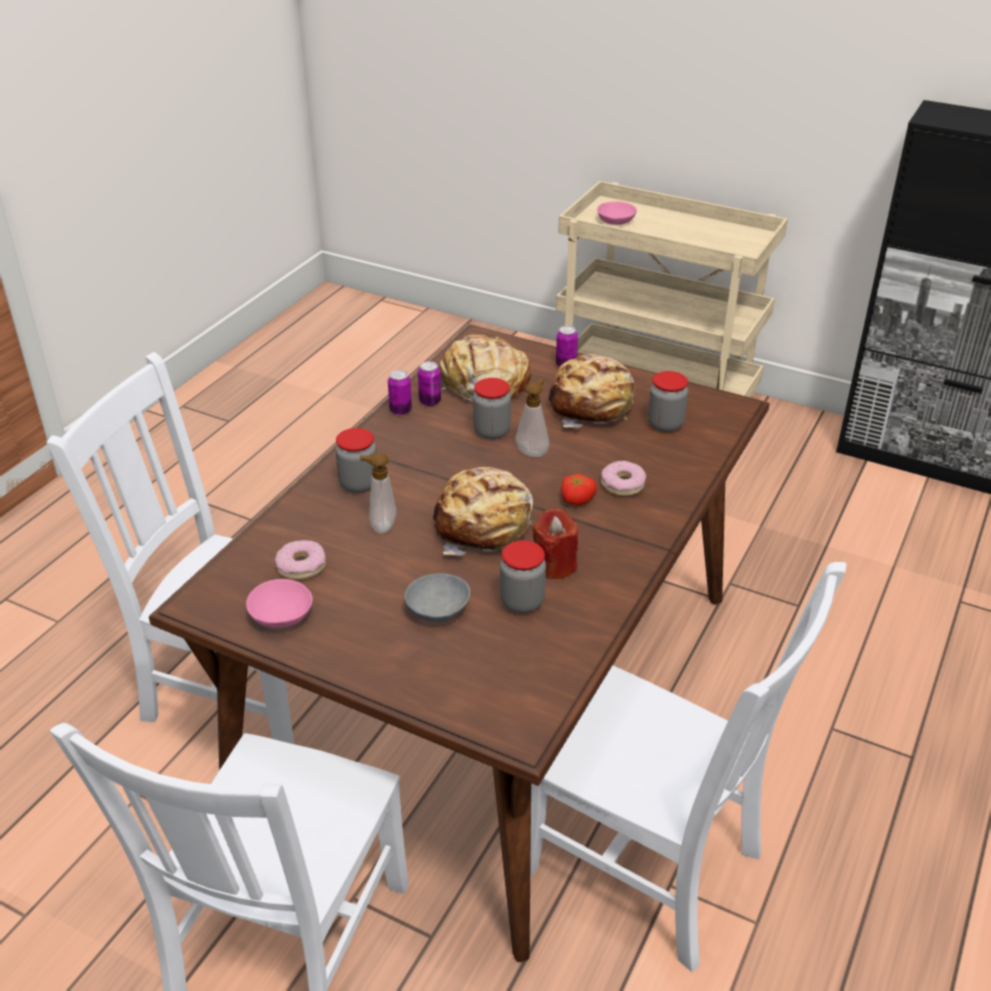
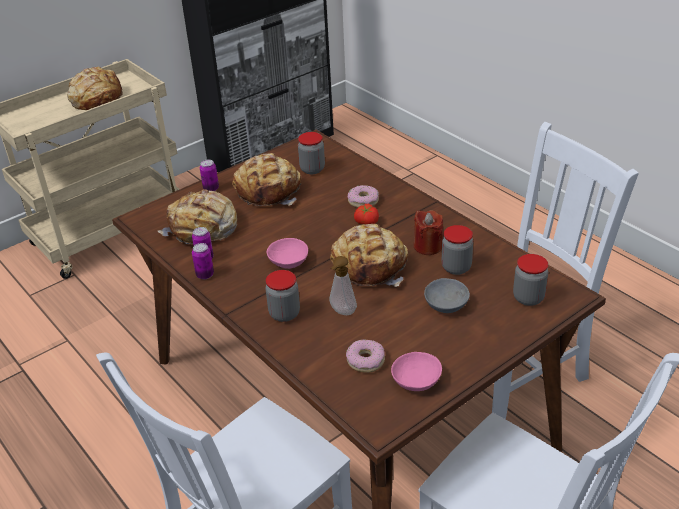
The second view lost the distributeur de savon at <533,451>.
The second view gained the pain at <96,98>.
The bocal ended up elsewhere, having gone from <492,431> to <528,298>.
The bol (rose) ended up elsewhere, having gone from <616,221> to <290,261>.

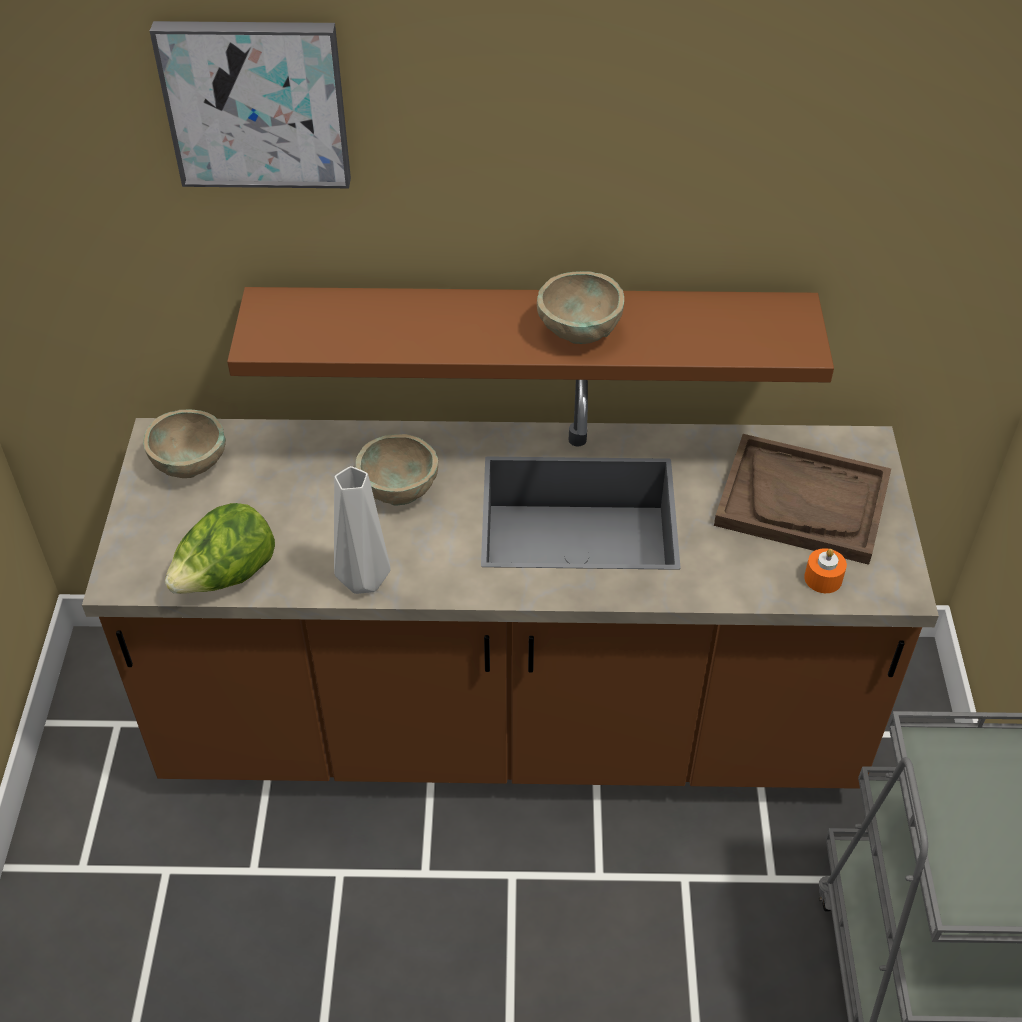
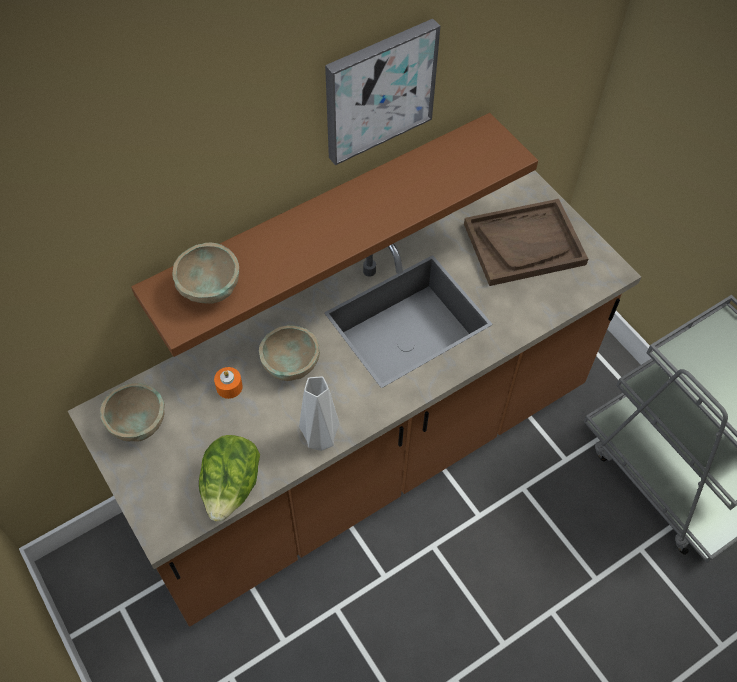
The tableau ended up elsewhere, having gone from <256,103> to <378,90>.
The bol (beige) ended up elsewhere, having gone from <578,333> to <209,290>.
The bougie (orange) ended up elsewhere, having gone from <823,578> to <229,387>.

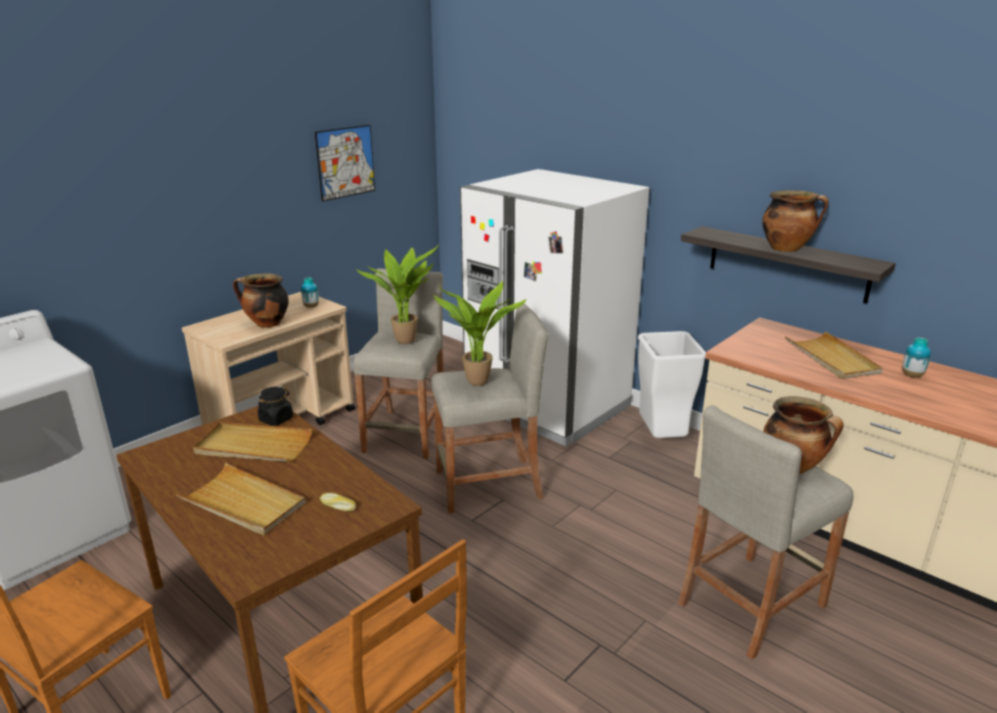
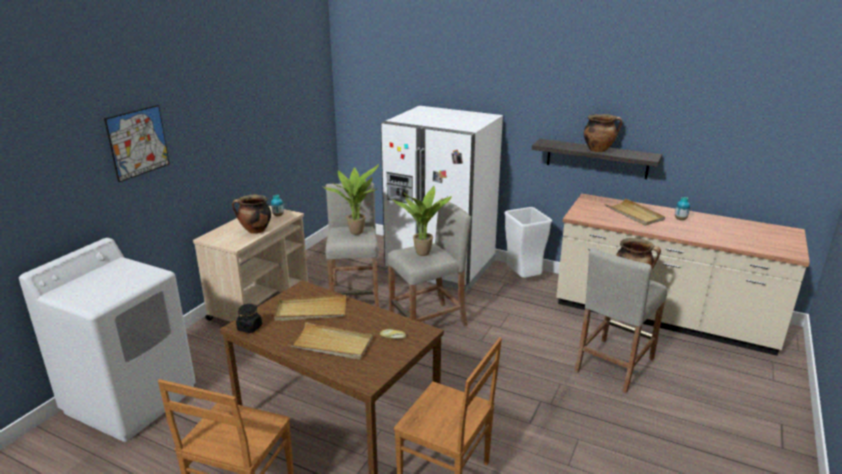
The bocal (noir) ended up elsewhere, having gone from <276,419> to <249,327>.
The tableau ended up elsewhere, having gone from <345,162> to <138,142>.

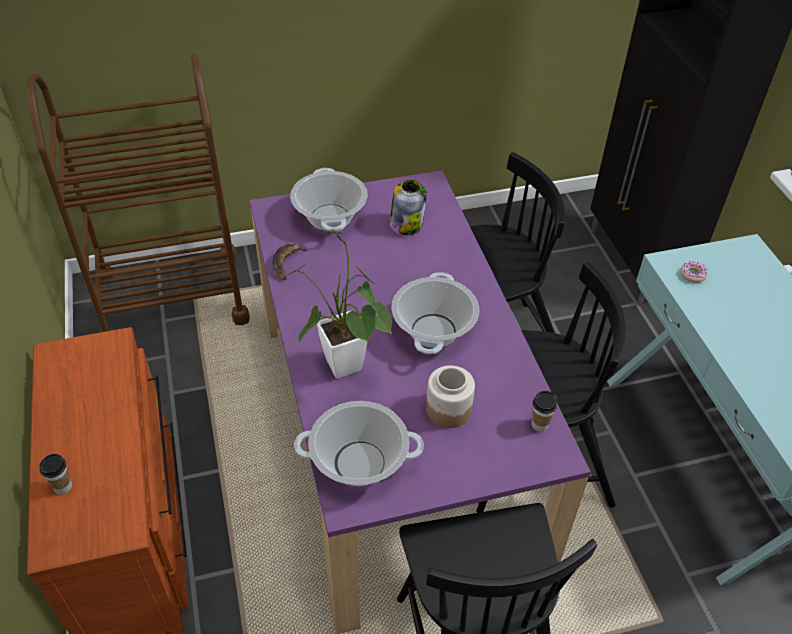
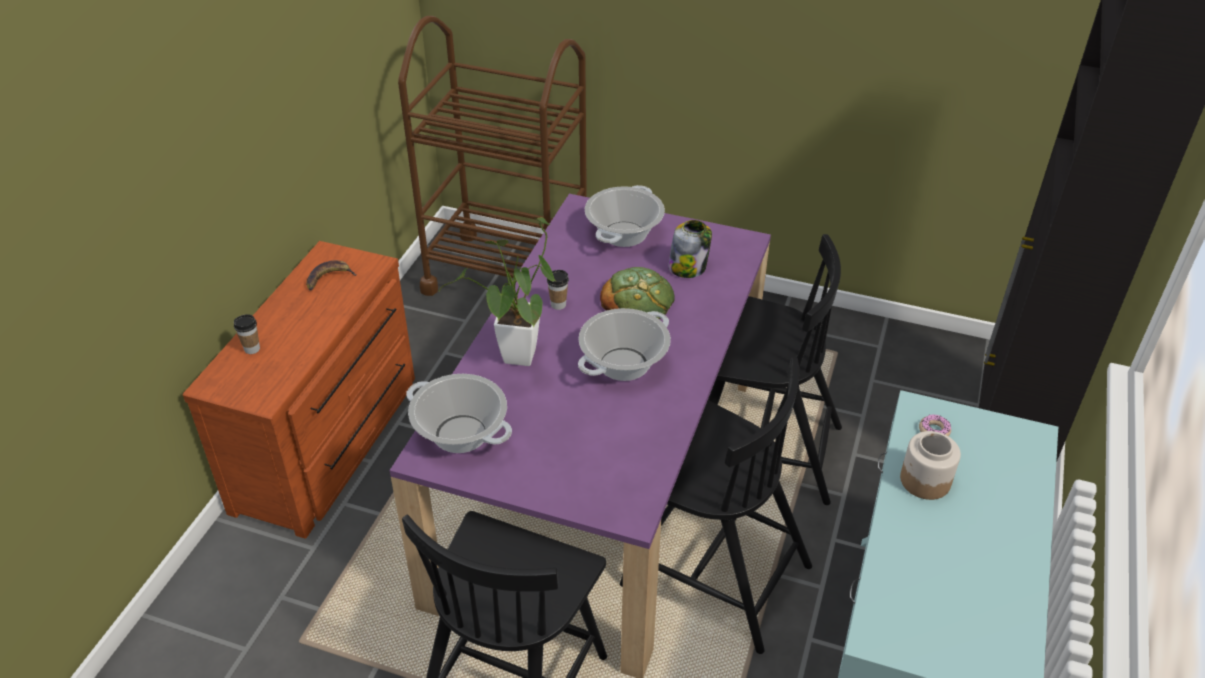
The second view gained the pain at <638,300>.
The banane ended up elsewhere, having gone from <287,263> to <329,278>.
The bocal ended up elsewhere, having gone from <448,409> to <924,480>.
The tasse ended up elsewhere, having gone from <539,425> to <558,305>.

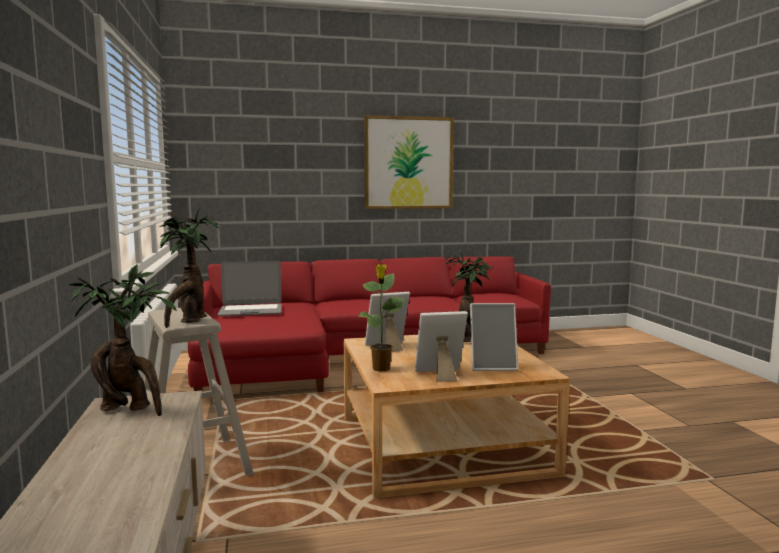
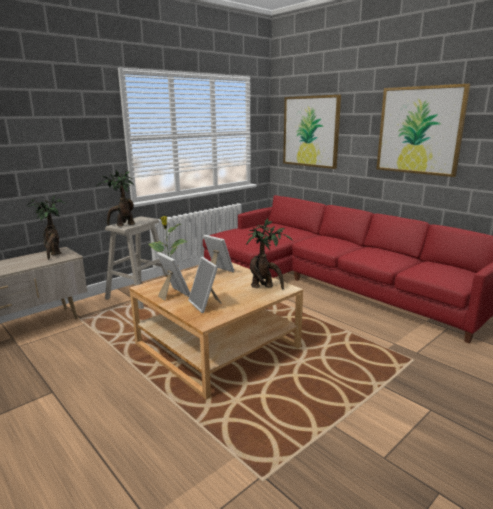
The second view lost the ordinateur portable at <251,311>.
The second view gained the tableau at <310,131>.

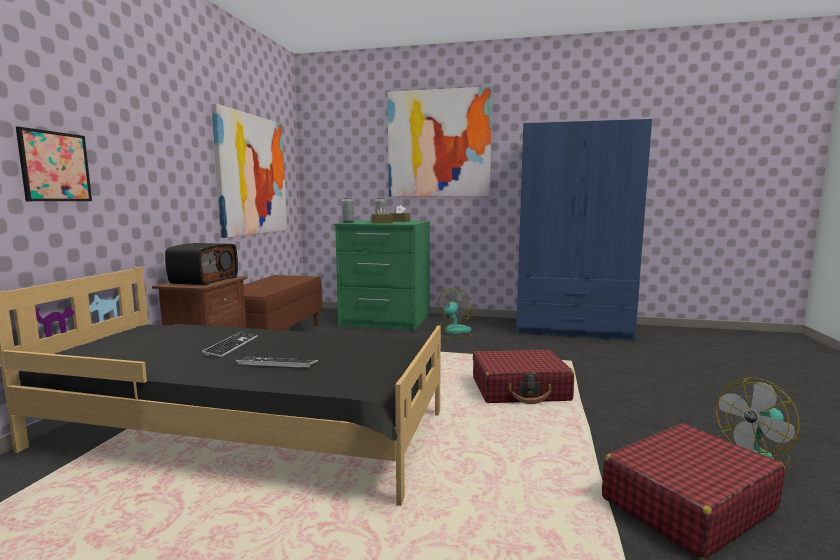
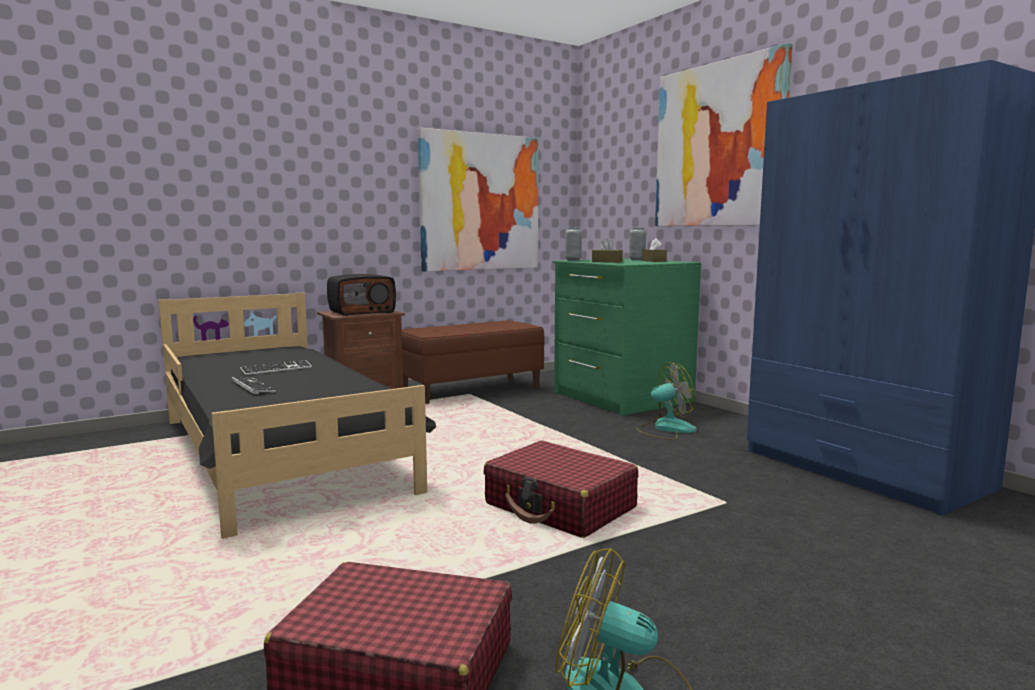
The second view lost the tableau at <55,166>.

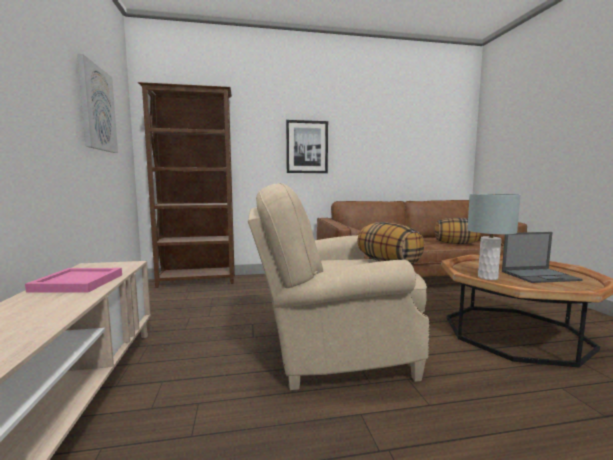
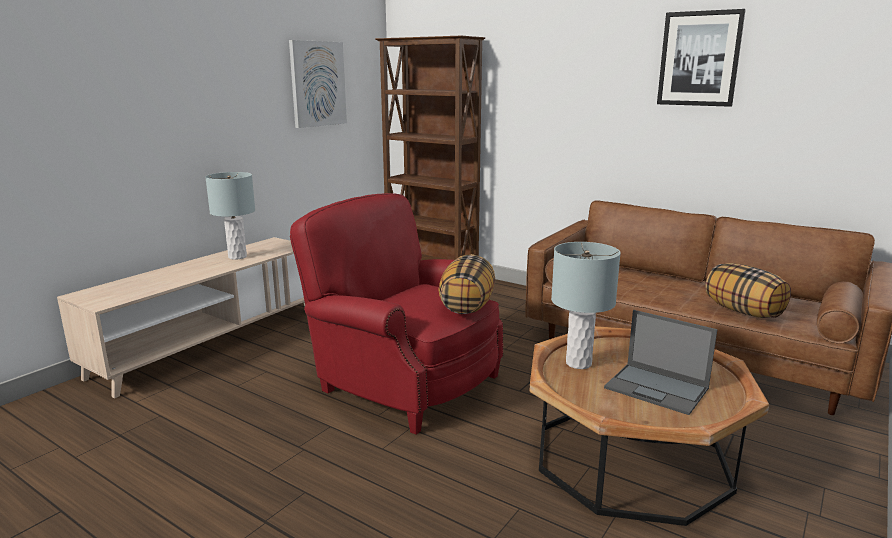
The tableau ended up elsewhere, having gone from <307,147> to <699,59>.
Where the plateau (rose) stood at <78,283>, the lampe de table (gris) came to stand at <237,257>.
What was the fauteuil (beige) at <331,351> turned into the fauteuil (rouge) at <403,381>.

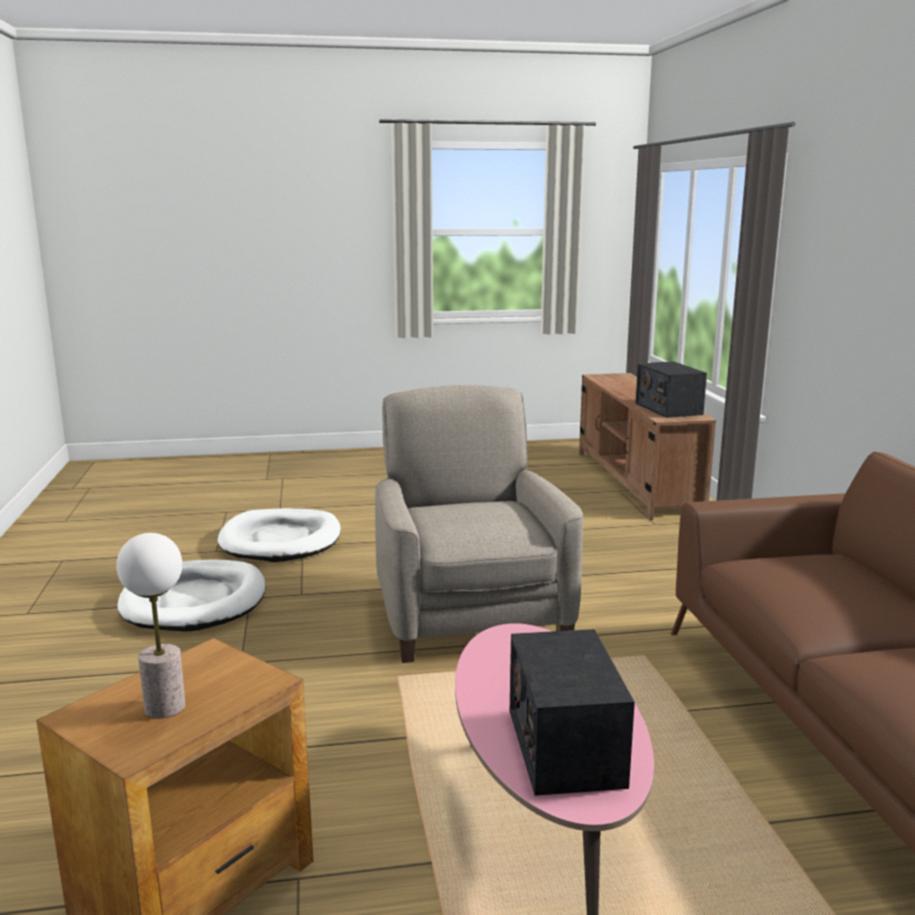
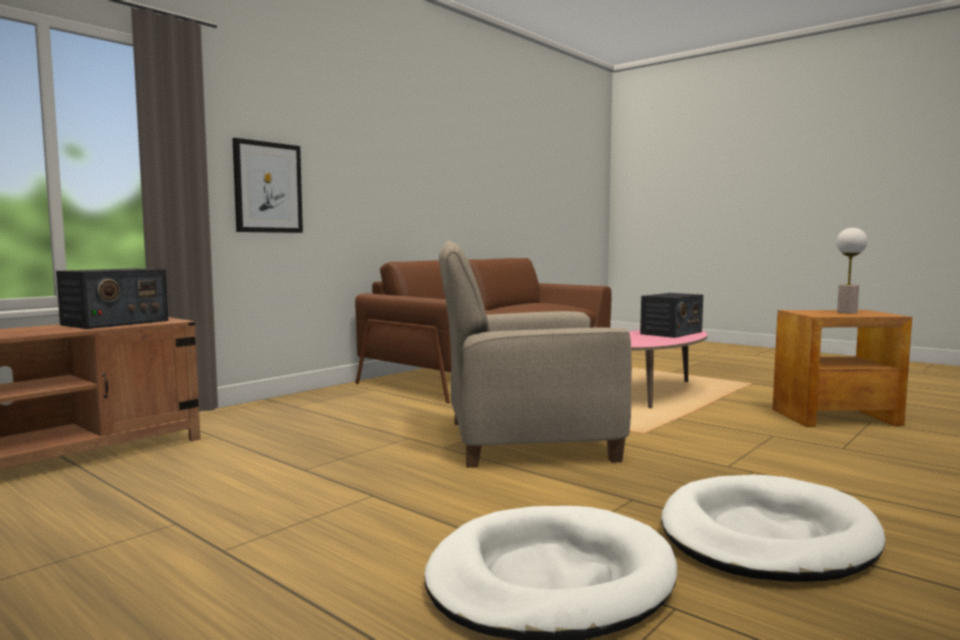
The second view gained the tableau at <268,187>.
The fauteuil (beige) at <470,615> ended up facing another way, 45 degrees clockwise from before.

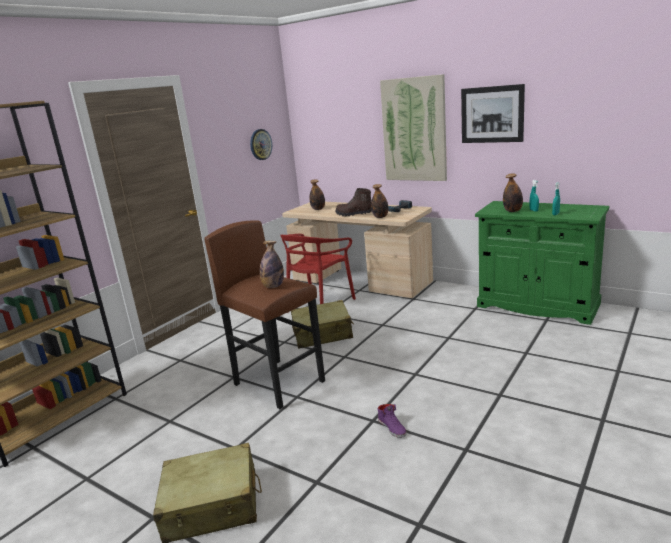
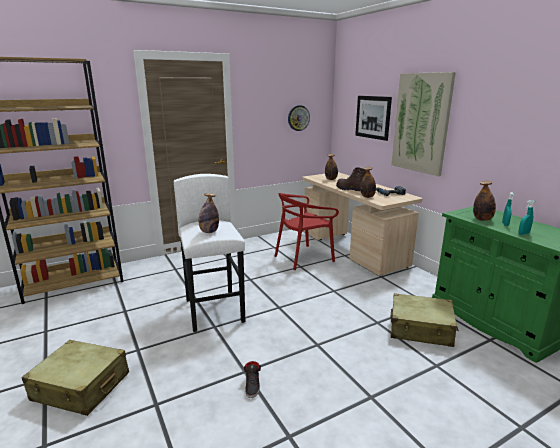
The valise (beige) ended up elsewhere, having gone from <322,334> to <421,329>.
The tableau ended up elsewhere, having gone from <492,114> to <373,117>.
What was the tabouret (marron) at <279,382> turned into the tabouret (blanc) at <214,310>.
What was the chaussure (violet) at <392,427> turned into the chaussure (noir) at <252,385>.

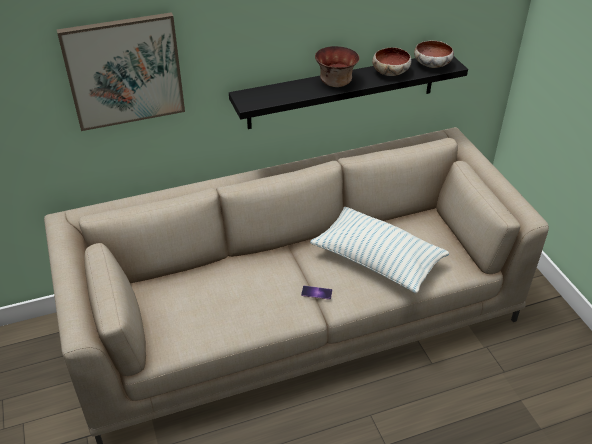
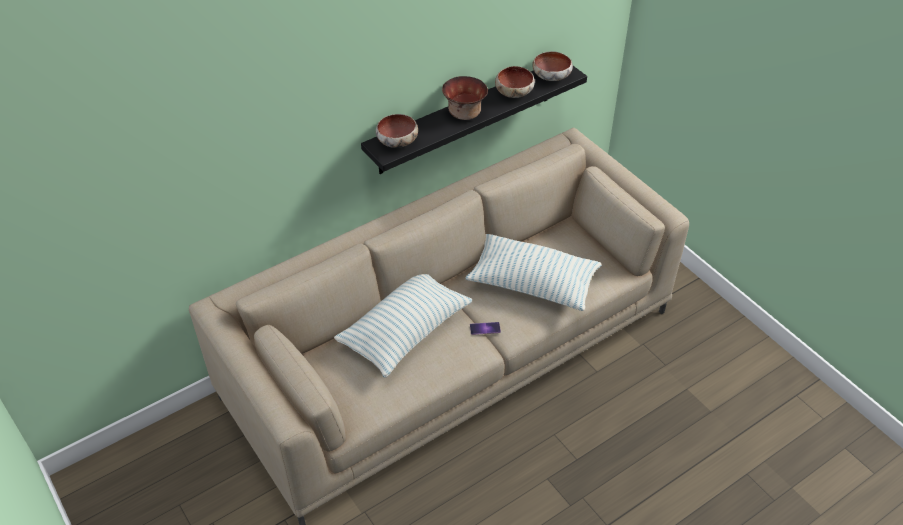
The second view lost the tableau at <124,71>.
The second view gained the coussin at <405,331>.
The second view gained the bol at <397,142>.

